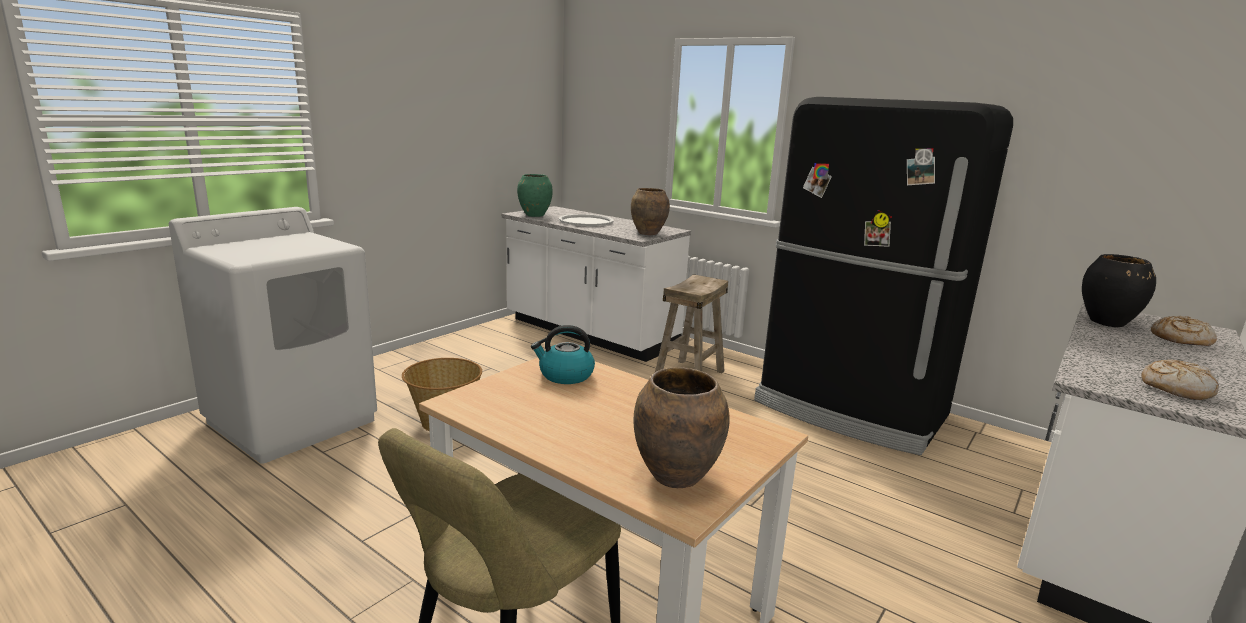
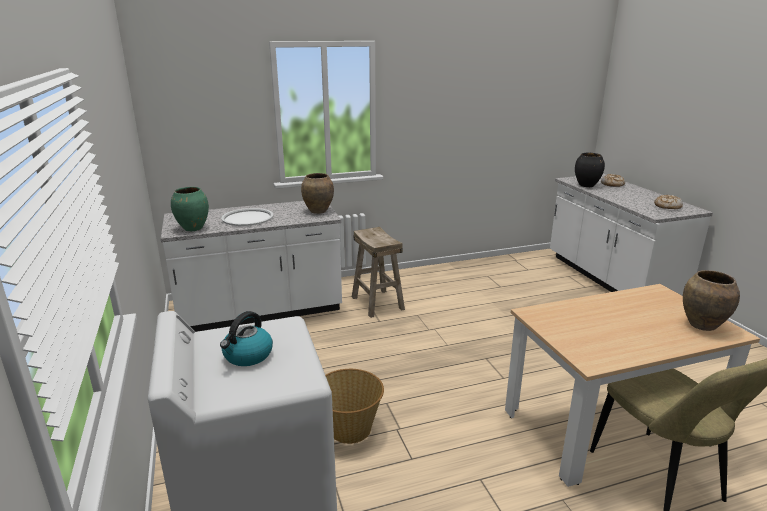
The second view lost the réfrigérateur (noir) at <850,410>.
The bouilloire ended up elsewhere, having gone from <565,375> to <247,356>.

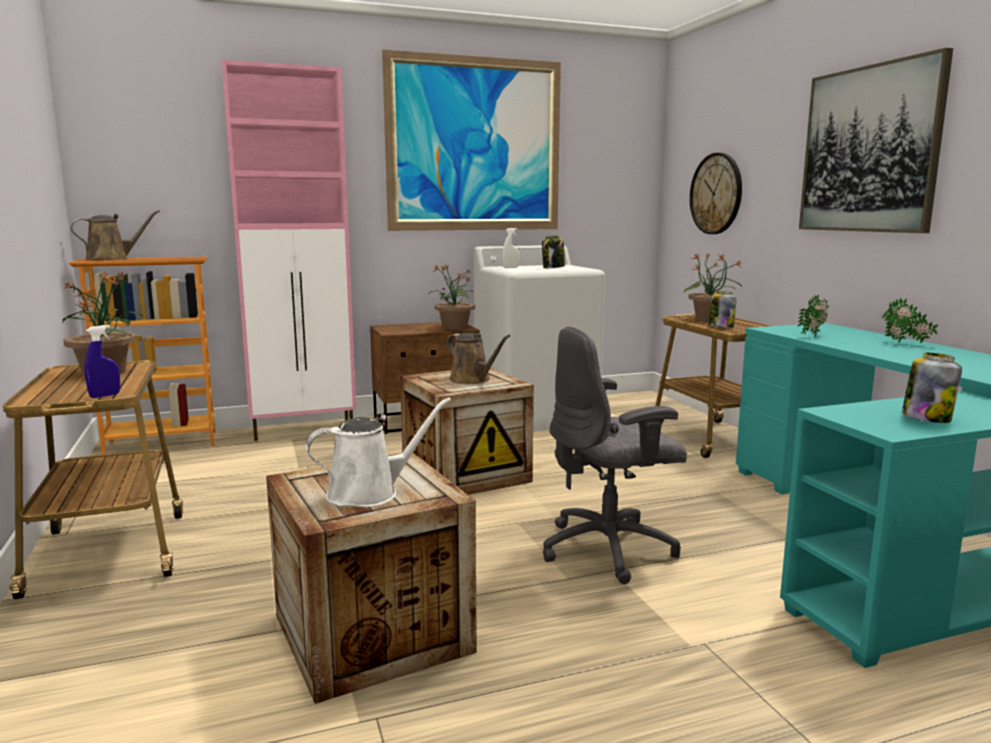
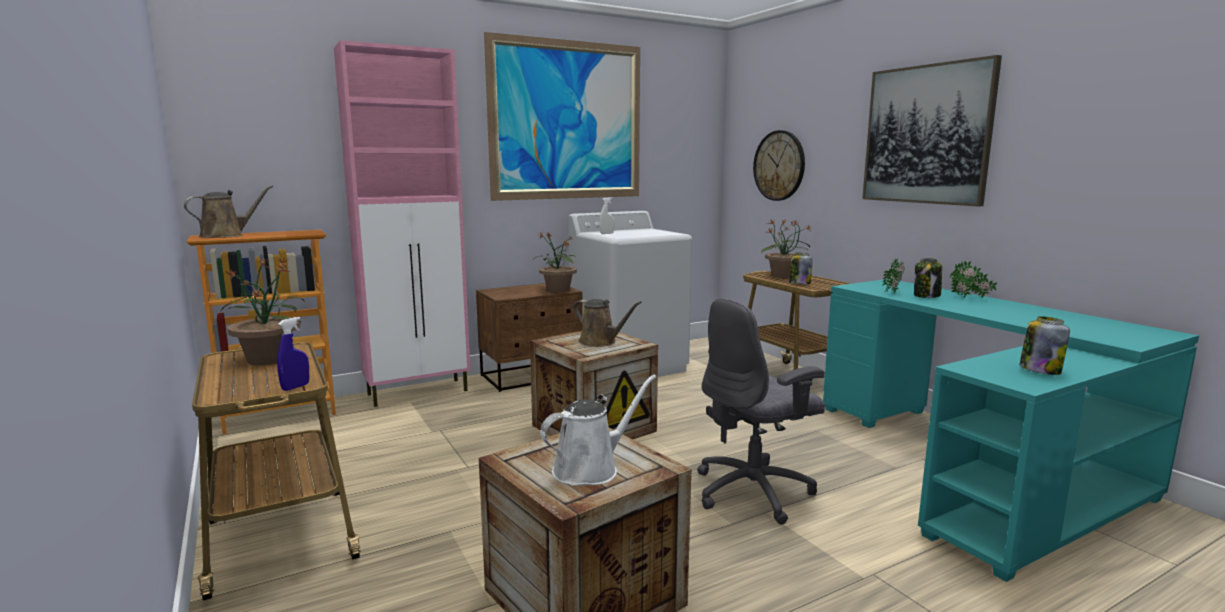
The bocal ended up elsewhere, having gone from <553,267> to <926,296>.

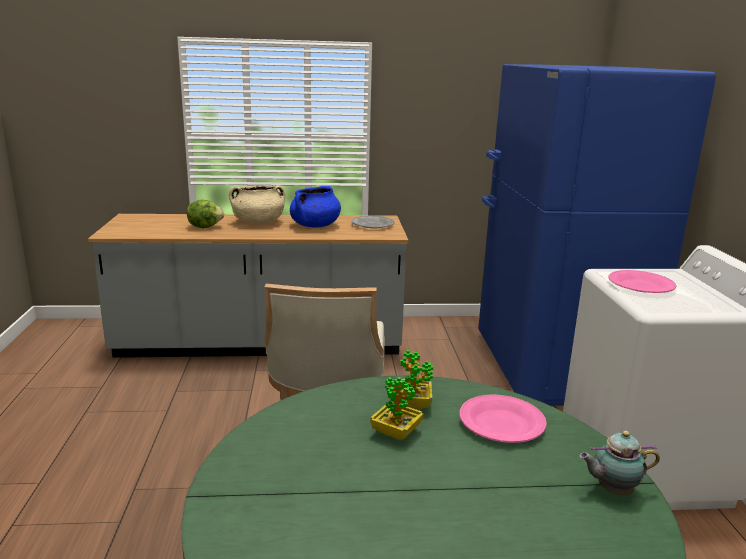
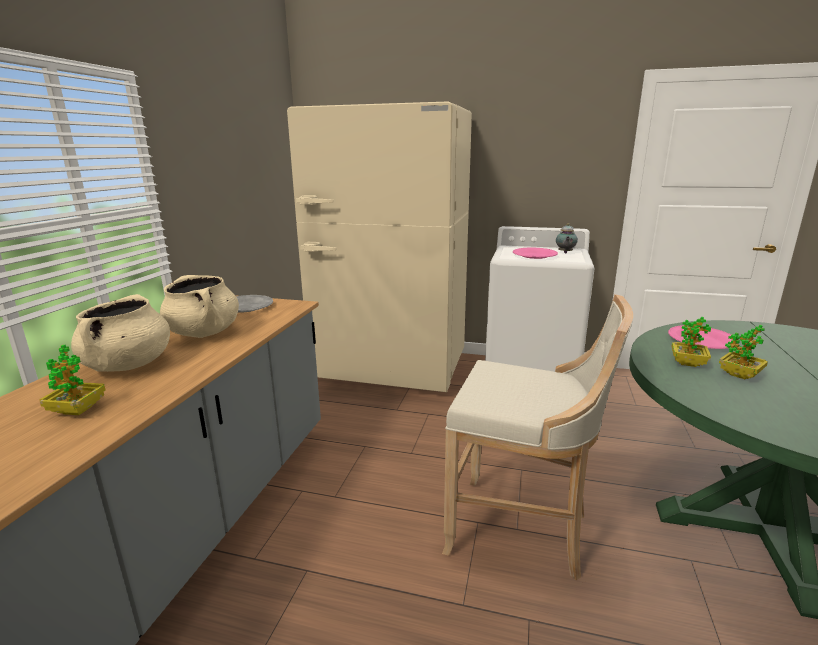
The théière ended up elsewhere, having gone from <612,490> to <565,253>.
Where the laitue stood at <205,227>, the plante en pot came to stand at <77,410>.
What was the marmite (bleu) at <315,226> turned into the marmite (beige) at <204,333>.
What was the réfrigérateur (bleu) at <552,368> turned into the réfrigérateur (beige) at <391,368>.

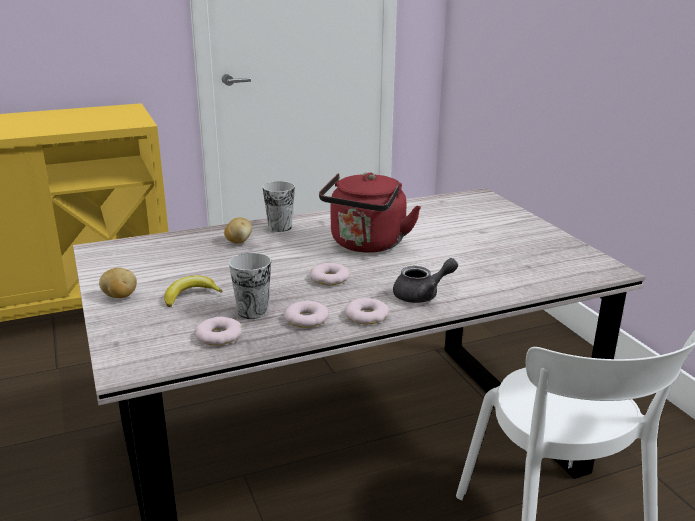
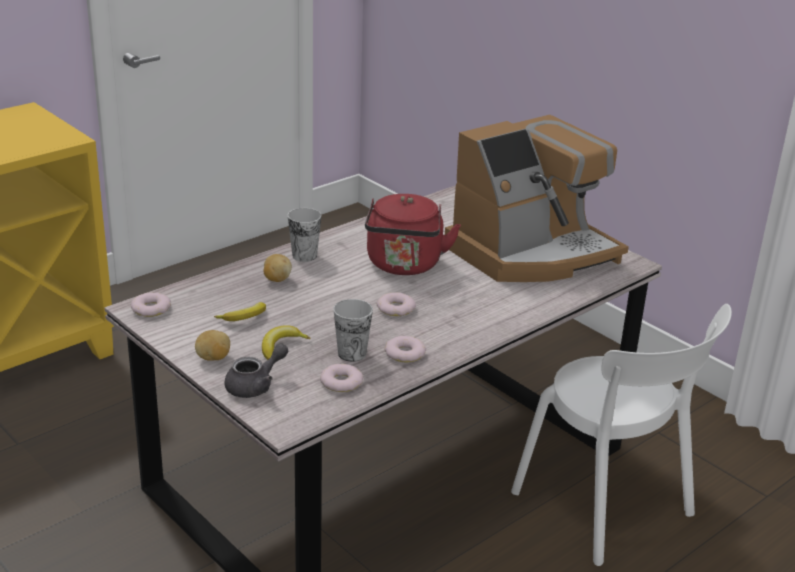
The second view gained the banane at <244,318>.
The second view gained the machine à café at <532,253>.
The beignet ended up elsewhere, having gone from <366,316> to <151,308>.
The théière (gris) ended up elsewhere, having gone from <422,295> to <255,386>.

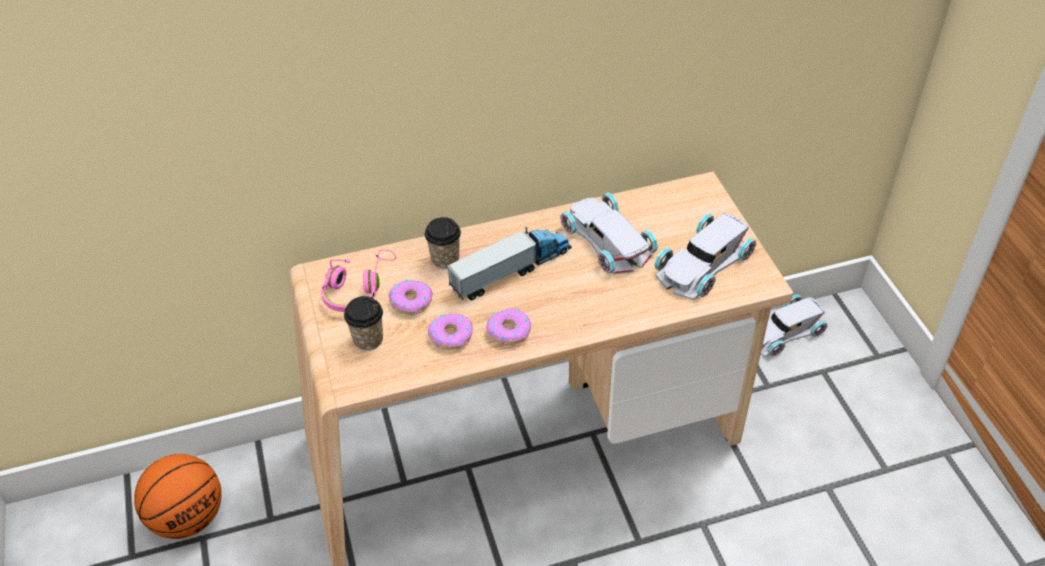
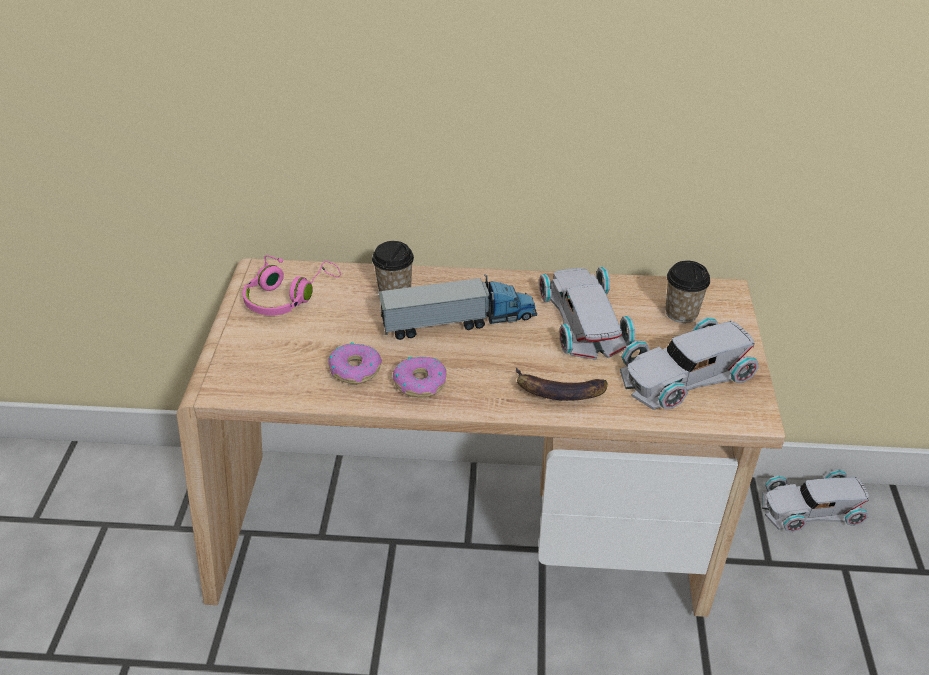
The second view lost the ballon de basket at <188,517>.
The second view lost the beignet at <411,301>.
The second view gained the banane at <558,391>.
The tasse ended up elsewhere, having gone from <368,340> to <681,313>.

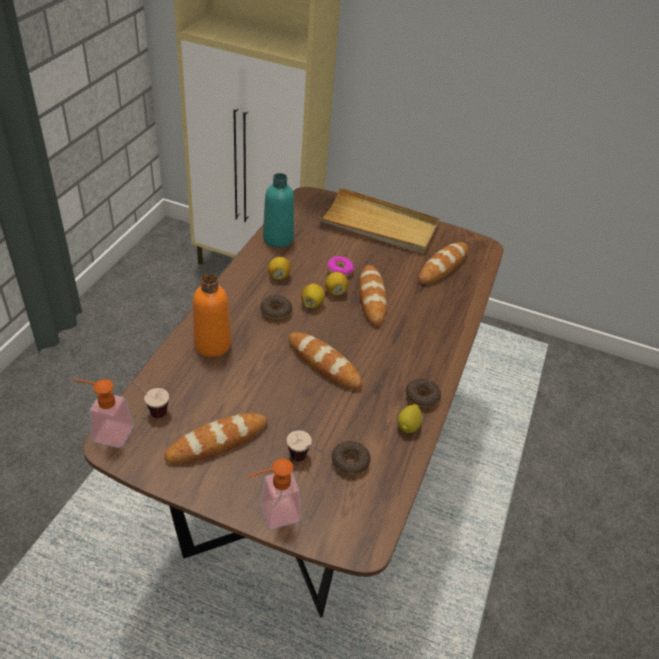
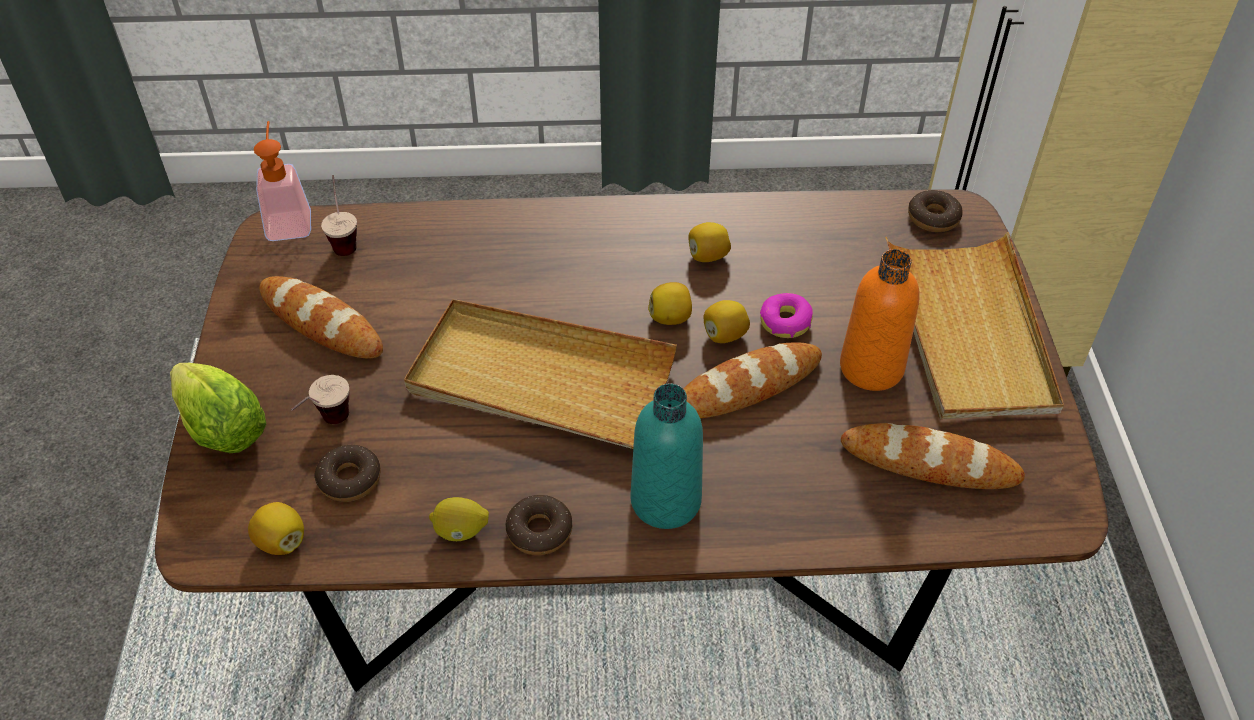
The second view gained the citron at <281,541>.
The bouteille (orange) ended up elsewhere, having gone from <212,344> to <871,367>.
The beignet ended up elsewhere, having gone from <276,312> to <933,218>.
The bouteille (turquoise) ended up elsewhere, having gone from <278,238> to <665,501>.
Where the distributeur de savon stood at <272,514>, the laitue came to stand at <219,425>.
Where the pain stood at <324,363>, the plateau (beige) came to stand at <540,379>.

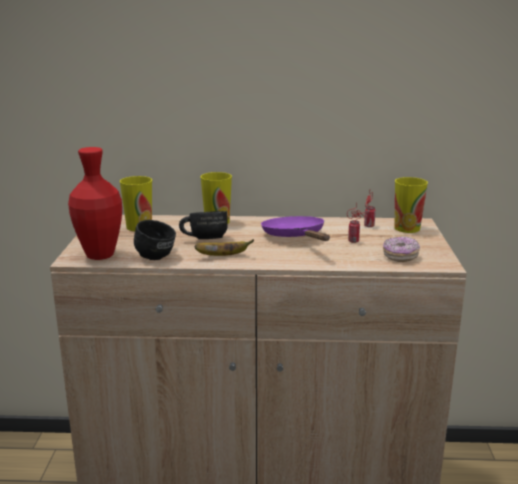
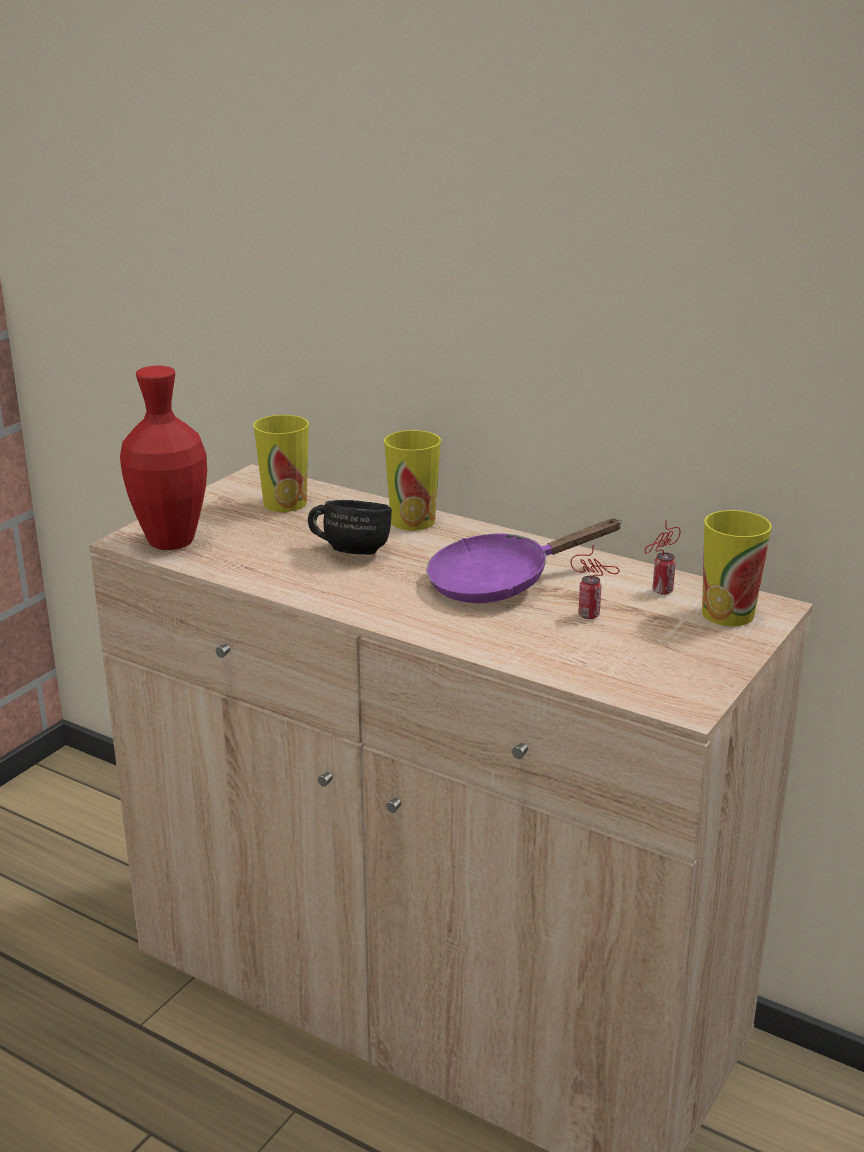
The second view lost the mug (noir) at <159,255>.
The second view lost the banane at <223,256>.
The second view lost the beignet at <400,257>.
The poêle (violet) at <295,237> ended up facing another way, 120 degrees counterclockwise from before.

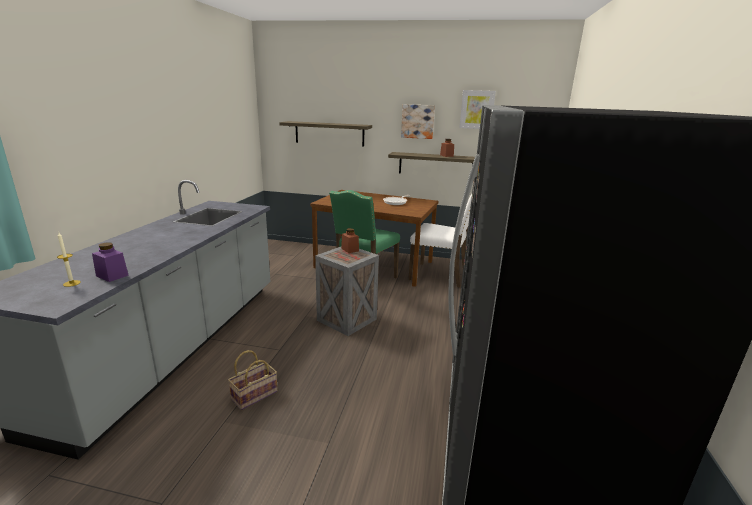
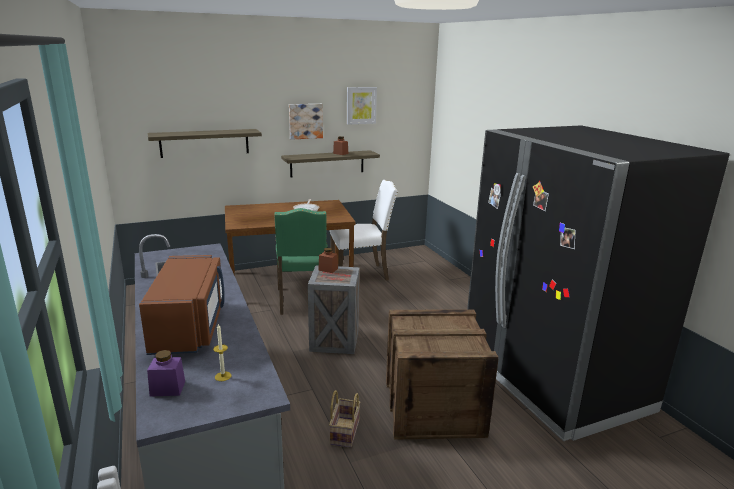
The second view gained the micro-ondes (marron) at <190,327>.
The second view gained the caisse at <432,407>.
The bocal (violet) ended up elsewhere, having gone from <112,275> to <167,388>.

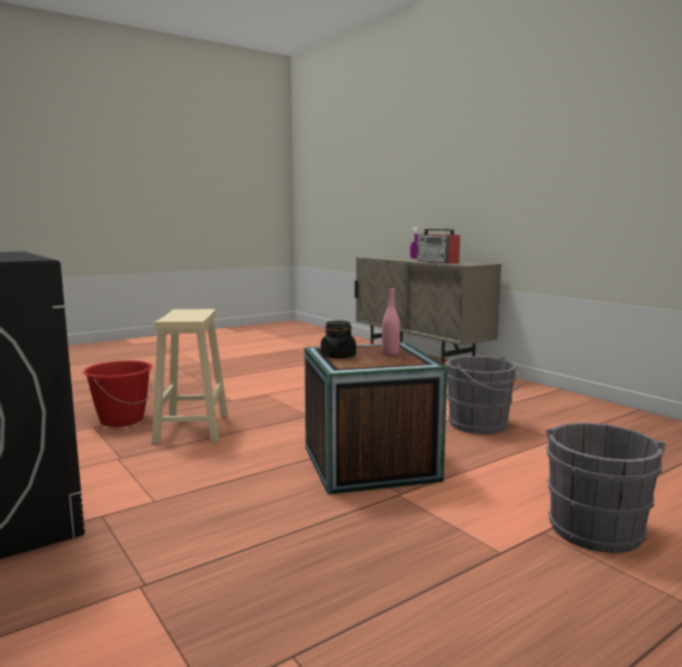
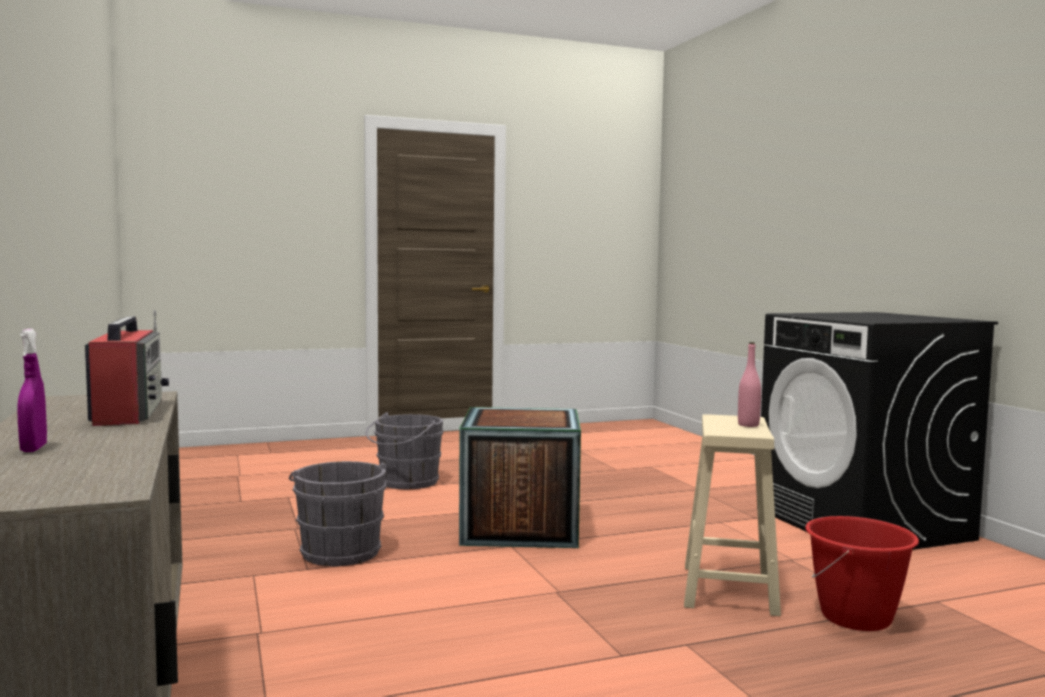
The second view lost the bocal (noir) at <338,356>.
The bouteille (rose) ended up elsewhere, having gone from <390,353> to <748,425>.

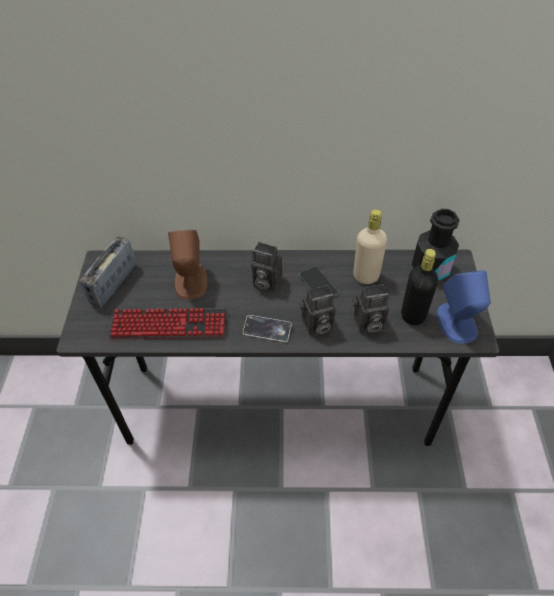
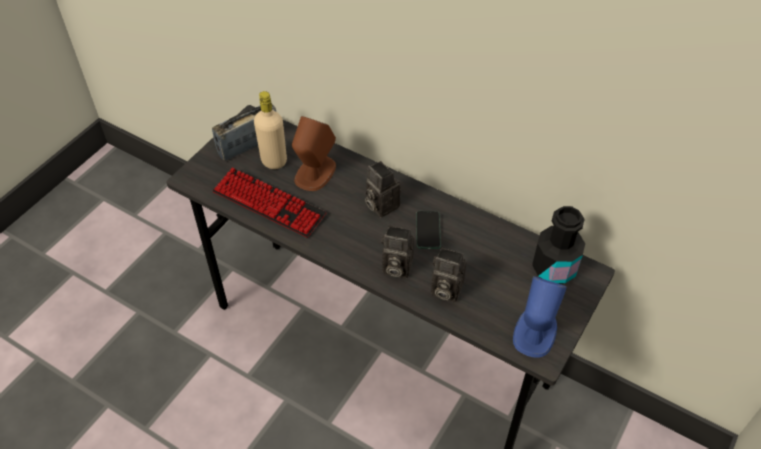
The second view lost the téléphone at <267,330>.
The second view lost the bouteille (noir) at <413,315>.
The bouteille (beige) ended up elsewhere, having gone from <366,276> to <274,161>.

